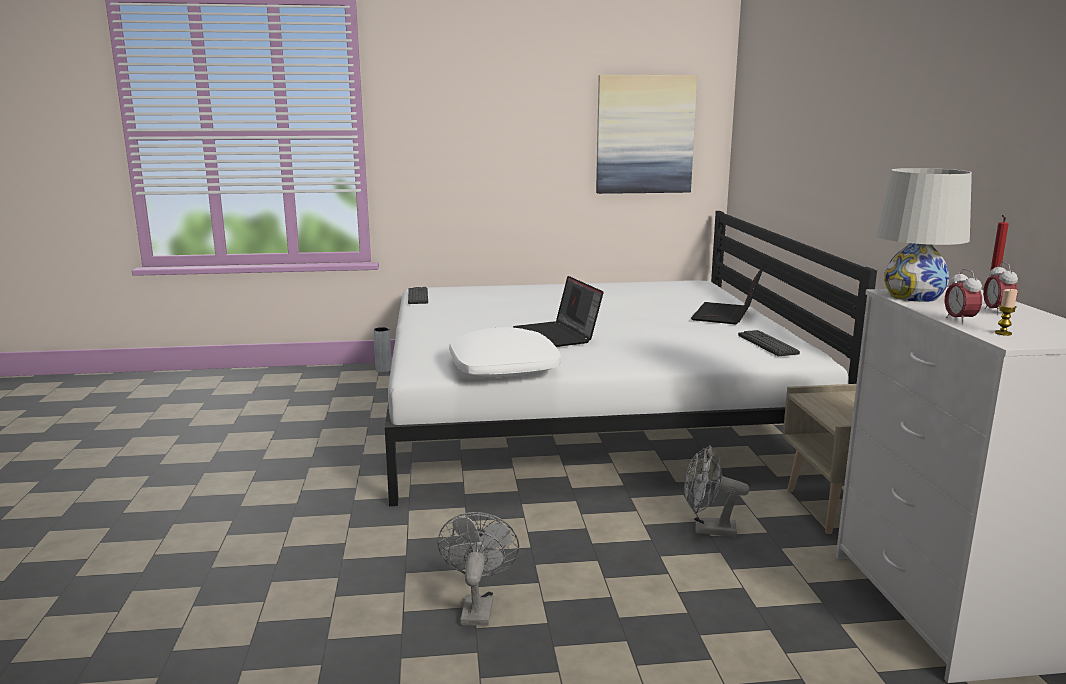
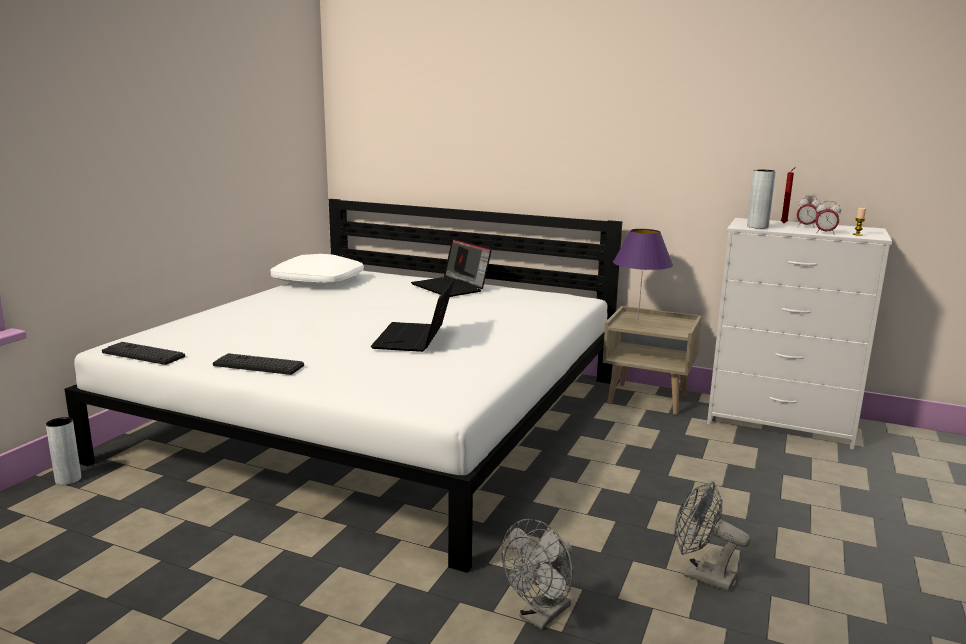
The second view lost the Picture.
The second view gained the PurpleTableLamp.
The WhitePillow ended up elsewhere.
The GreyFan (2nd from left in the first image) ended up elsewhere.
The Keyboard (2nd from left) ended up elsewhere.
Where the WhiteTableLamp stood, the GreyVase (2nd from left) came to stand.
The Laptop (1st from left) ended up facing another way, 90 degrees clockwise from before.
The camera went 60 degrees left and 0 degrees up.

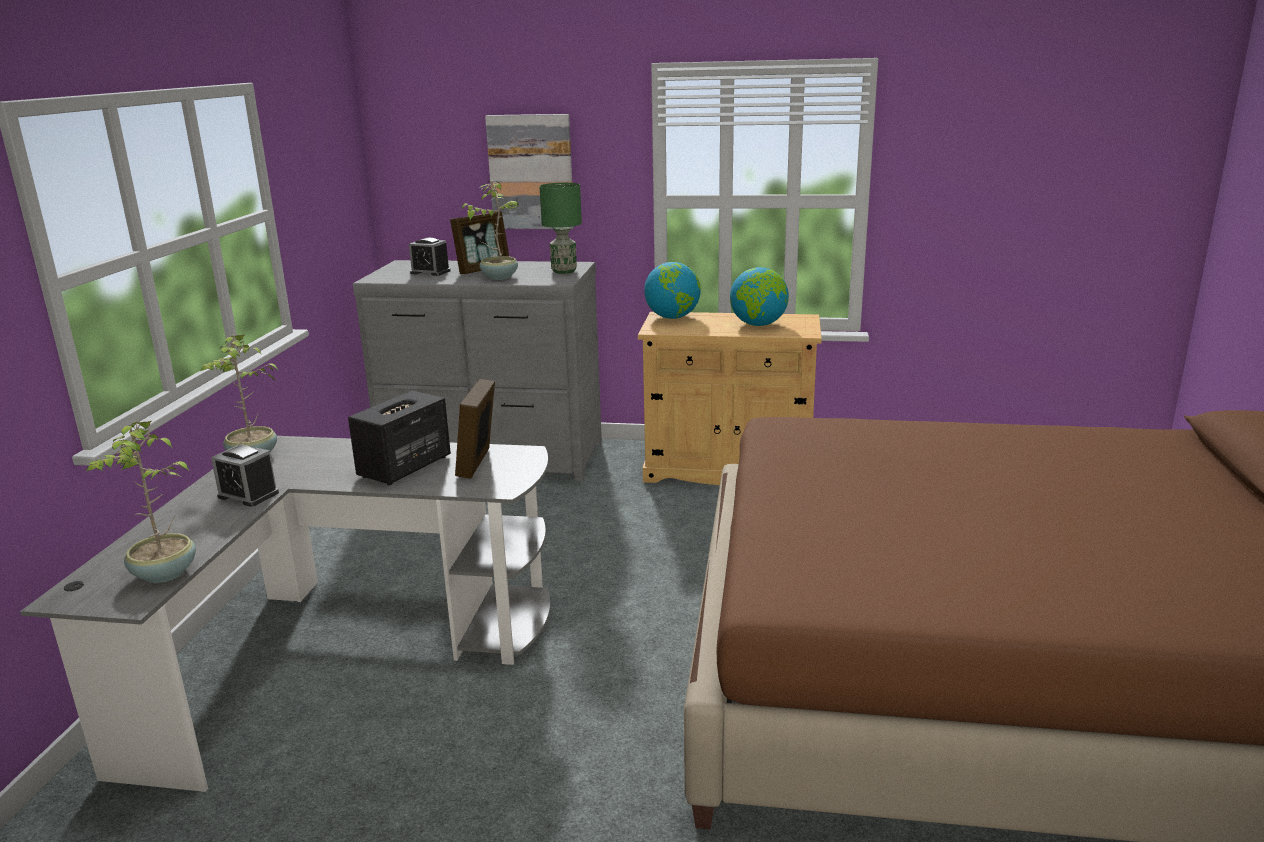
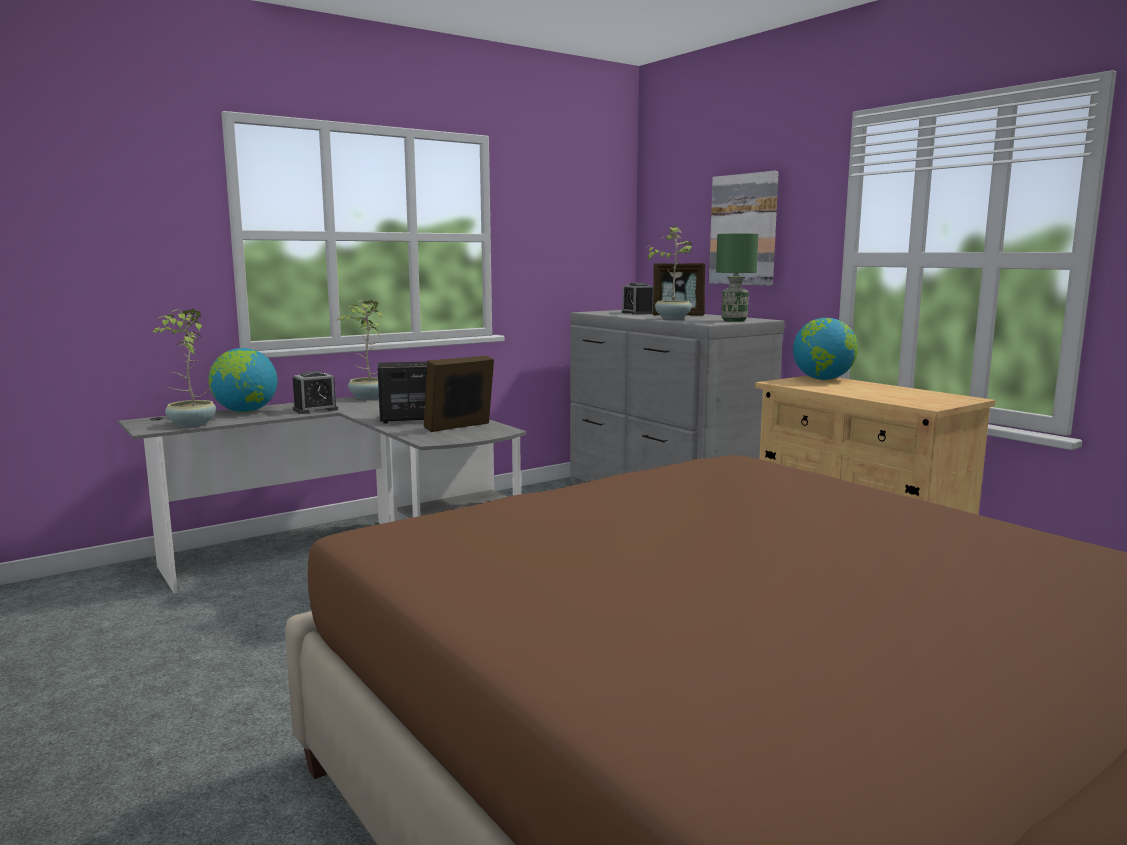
The Globe (2nd from left in the first image) ended up elsewhere.
The AlarmClock (1st from left) ended up facing another way, 105 degrees counterclockwise from before.
The camera went 45 degrees right and 10 degrees down.

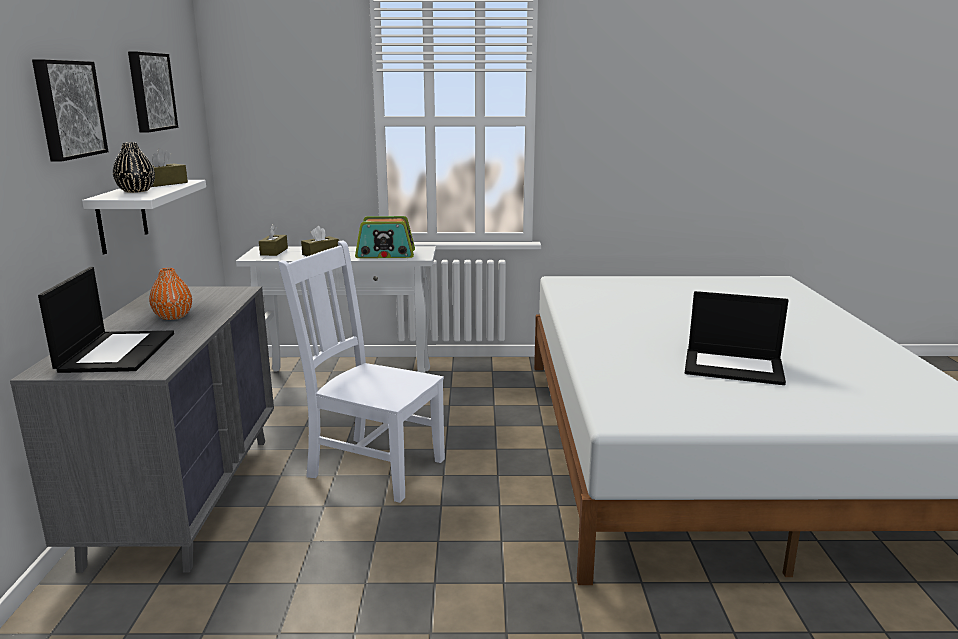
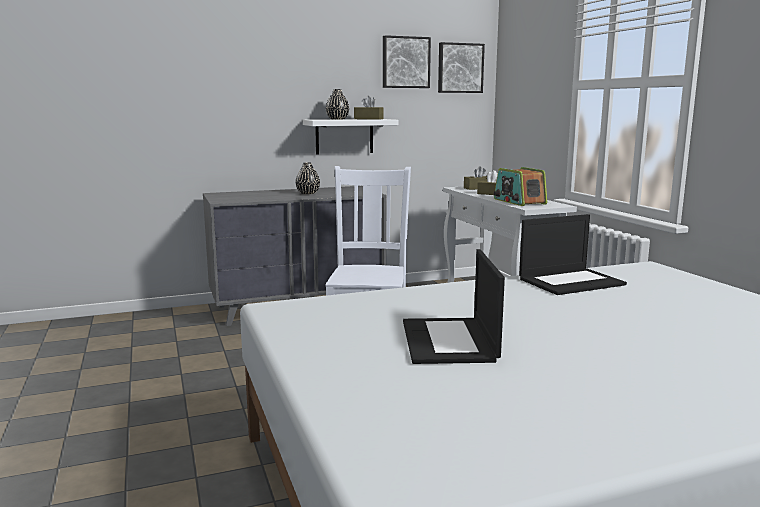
The Picture (1st from left in the first image) ended up elsewhere.
The Laptop (1st from left in the first image) ended up elsewhere.
What was the OrangeVase turned into the BlackVase (1st from left).
The camera went 70 degrees right and 5 degrees down.

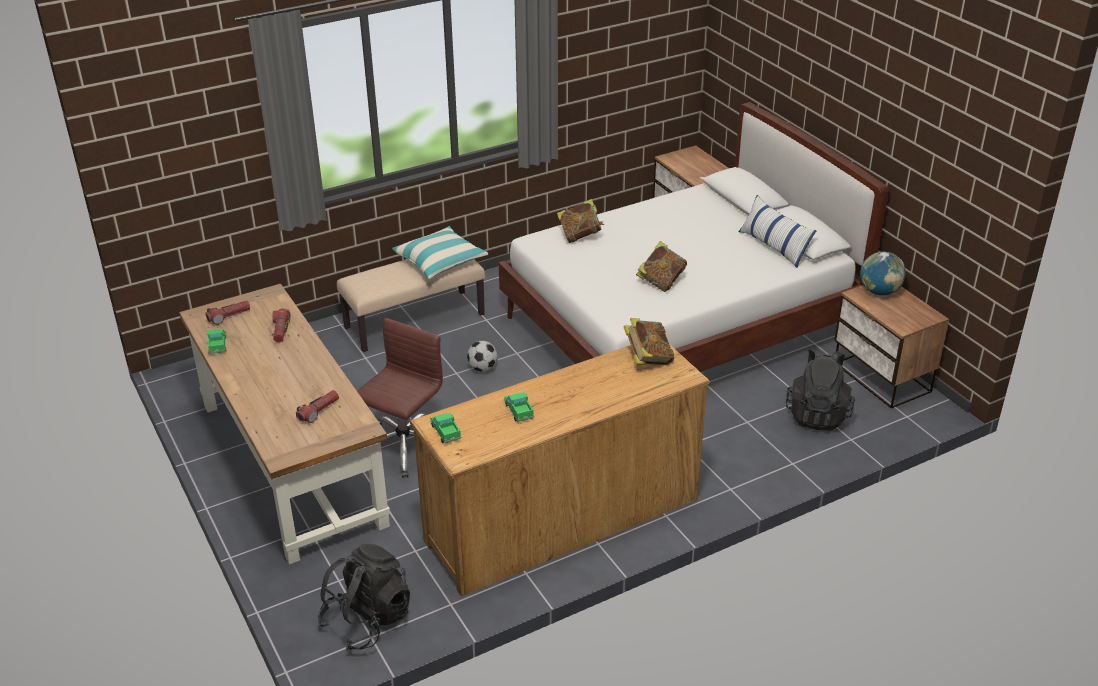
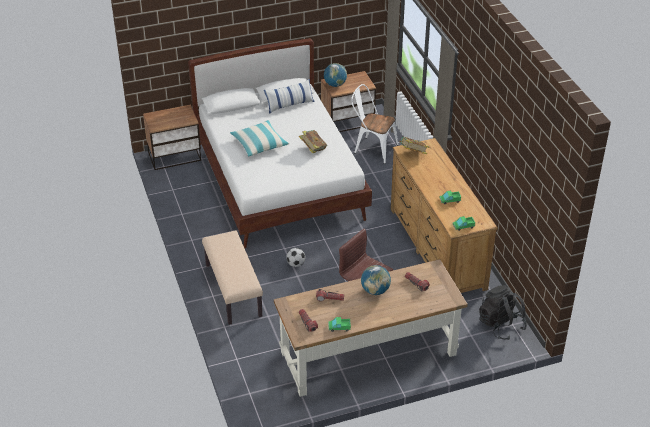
The second view lost the Book (1st from left).
The second view gained the Globe (2nd from left).
The Pillow (1st from left) ended up elsewhere.
Where the BlackBackpack (2nd from left) stood, the WhiteChair came to stand.
The camera went 80 degrees left and 5 degrees up.

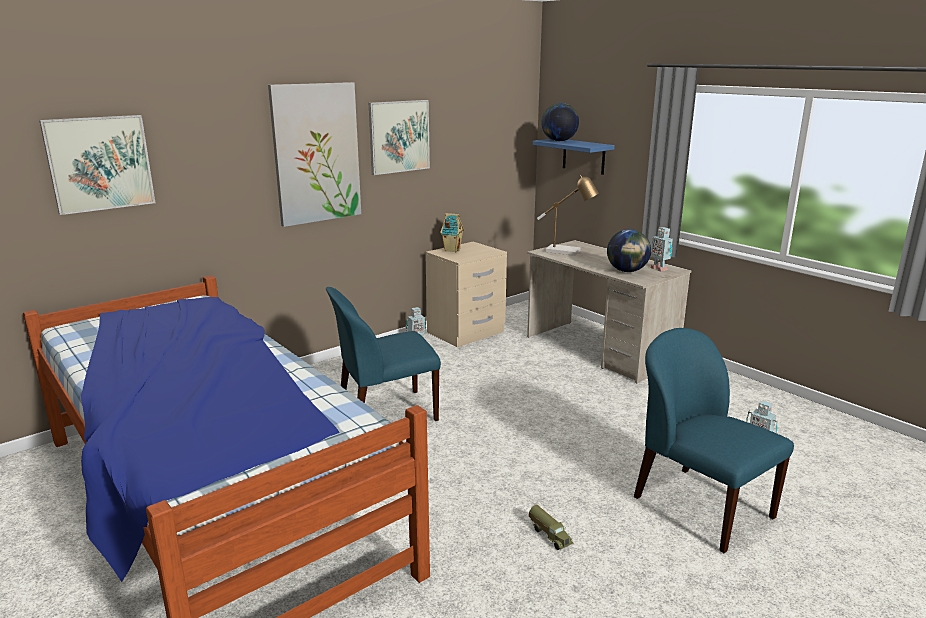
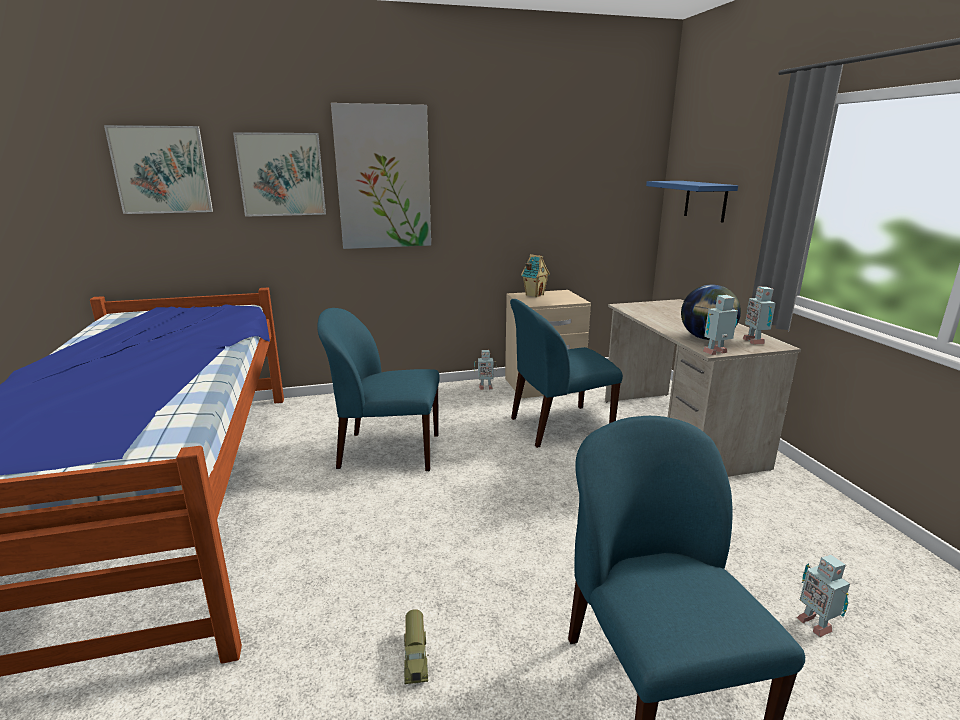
The second view lost the TableLamp.
The second view lost the Globe (1st from left).
The second view gained the BlueChair (2nd from left).
The second view gained the ToyRobot (2nd from left).
The Picture (3rd from left in the first image) ended up elsewhere.
The camera went 25 degrees right and 0 degrees up.

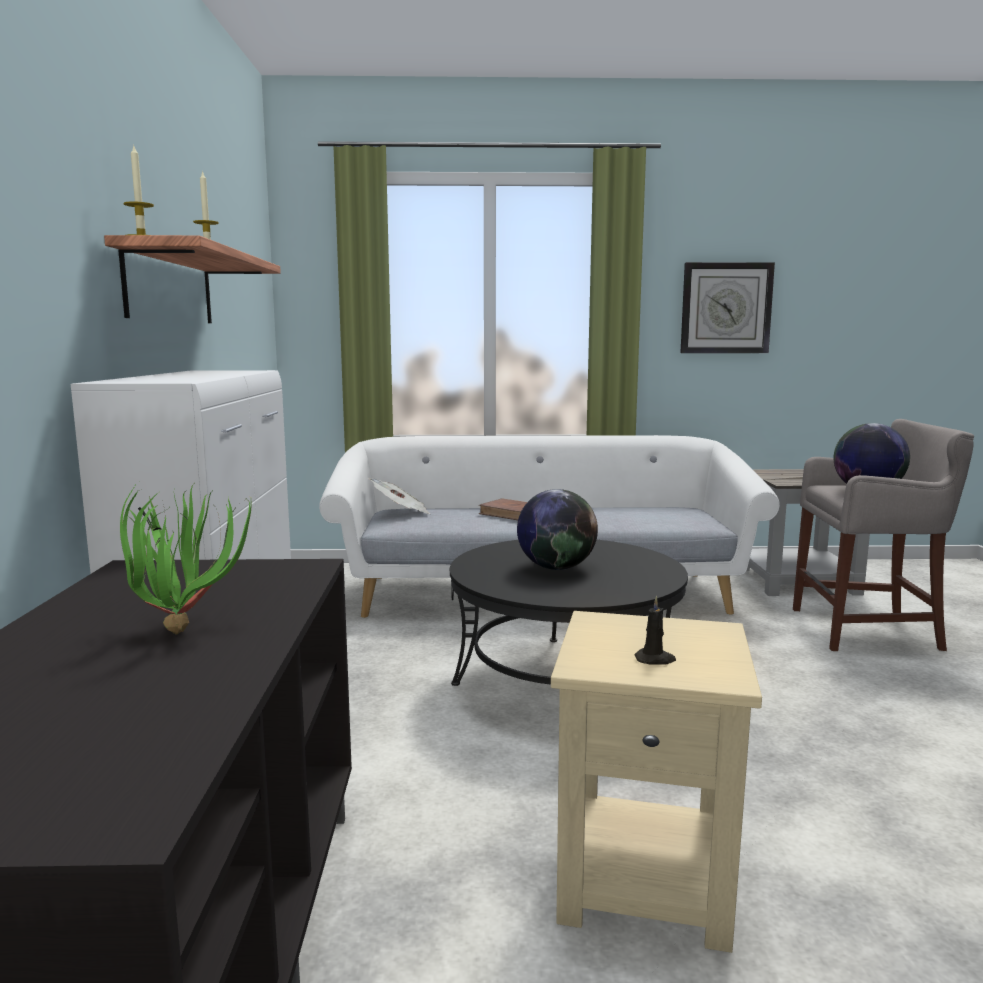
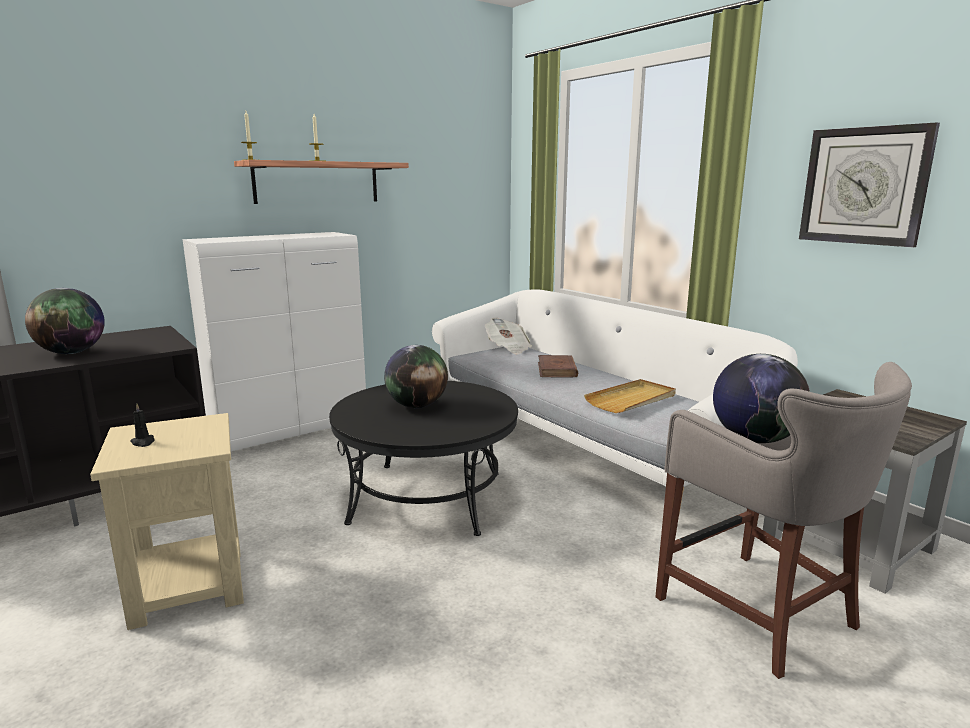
The second view gained the BeigeTray.
Where the PottedPlant stood, the Globe (1st from left) came to stand.
The camera went 55 degrees right and 5 degrees up.

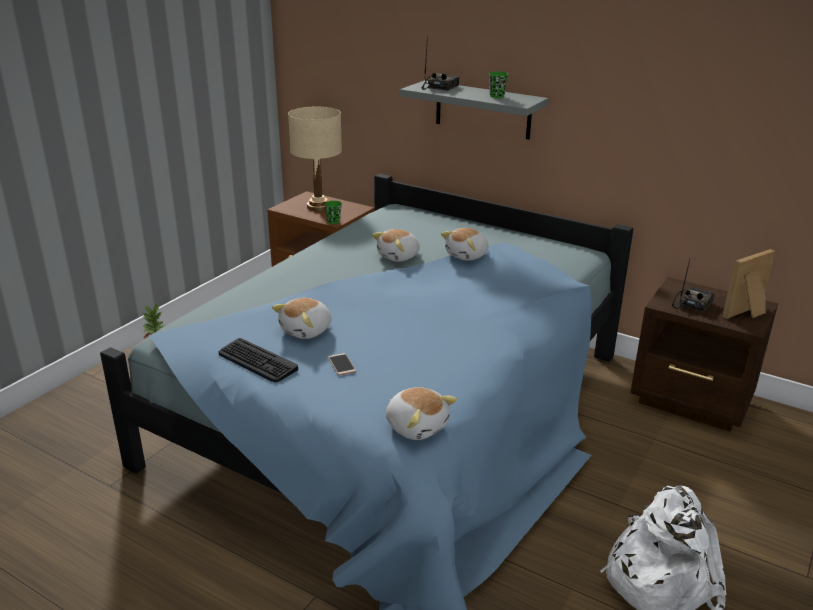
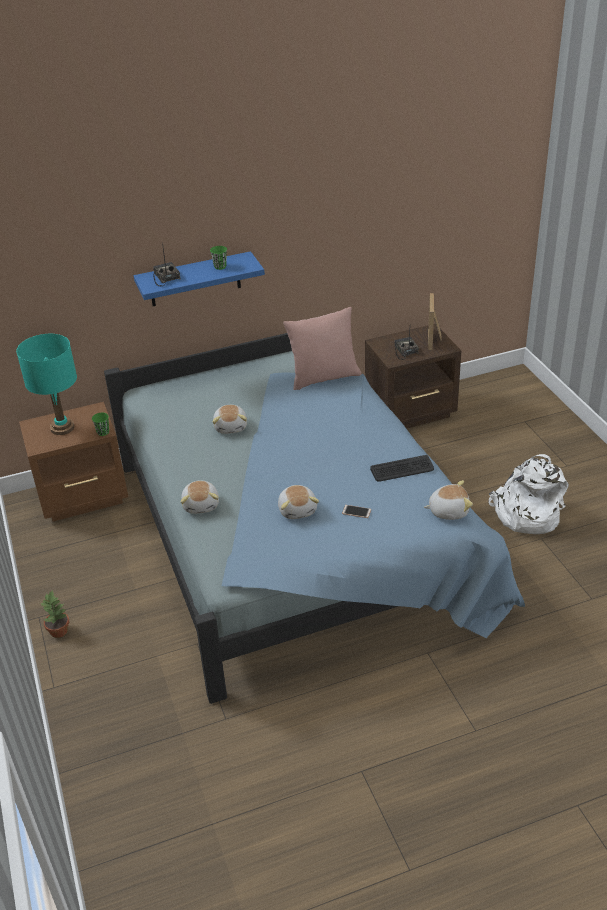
The second view gained the PinkPillow.
The Keyboard ended up elsewhere.
The PlushToy (4th from left in the first image) ended up elsewhere.
What was the BeigeTableLamp turned into the TurquoiseTableLamp.
What was the GreyShelf turned into the BlueShelf.
The camera went 50 degrees left and 10 degrees up.

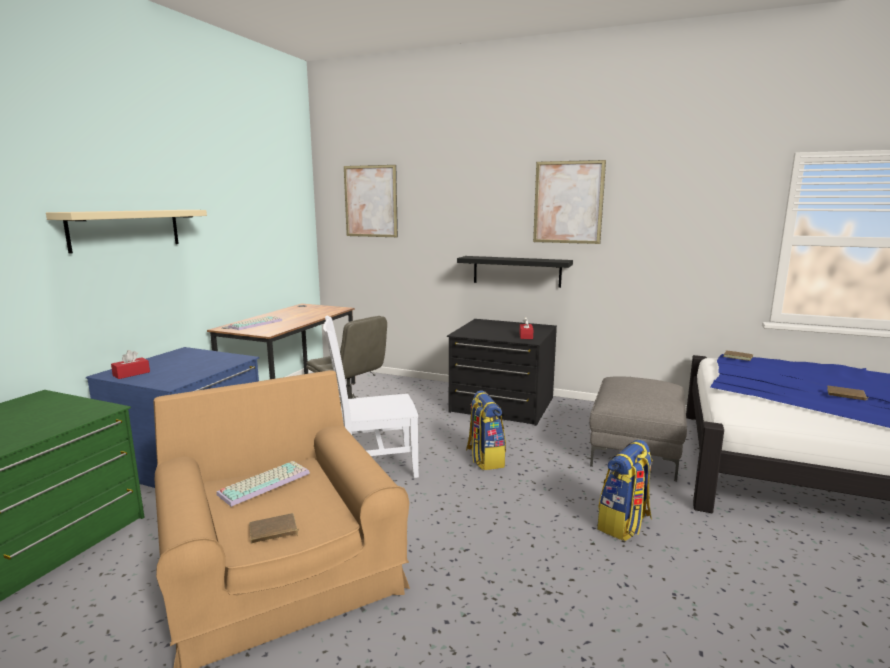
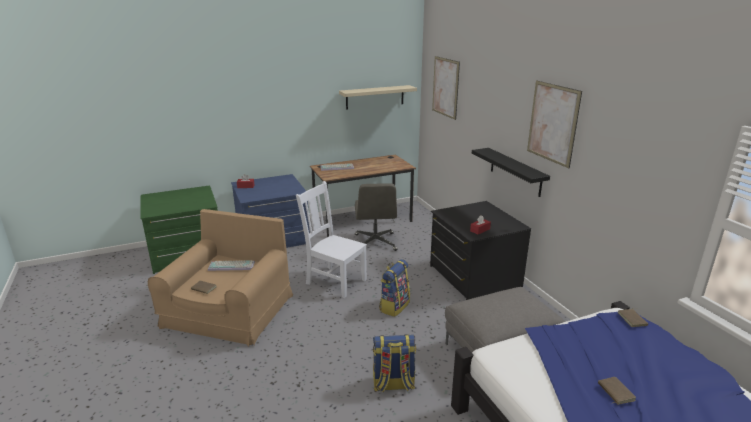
The BeigeShelf ended up elsewhere.
The camera went 45 degrees right and 10 degrees up.

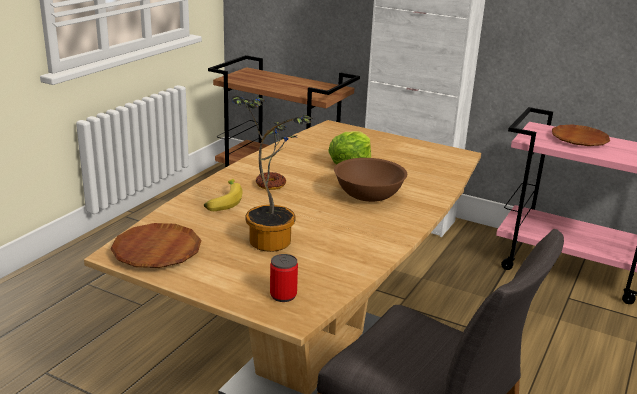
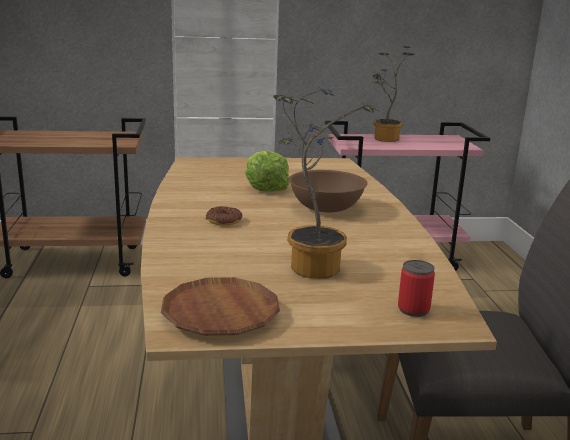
The second view lost the Banana.
Where the BrownPlate (2nd from left) stood, the PottedPlant (2nd from left) came to stand.
The camera went 35 degrees left and 5 degrees down.

